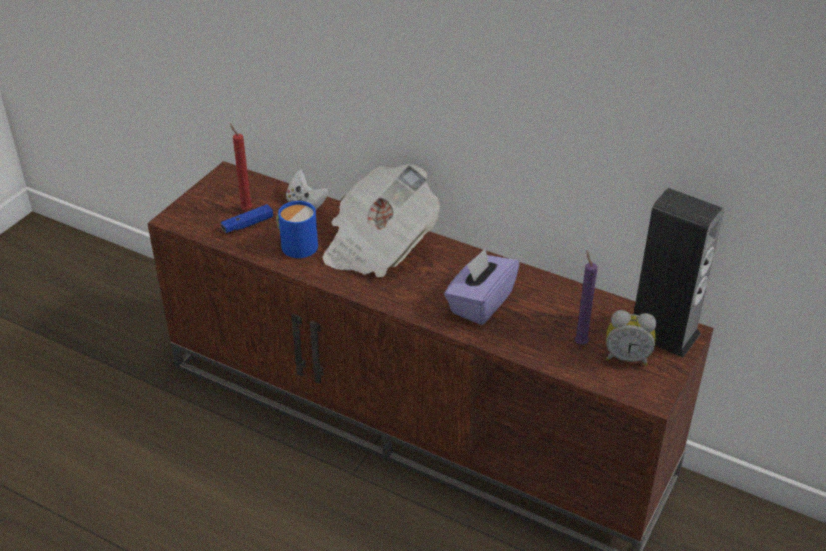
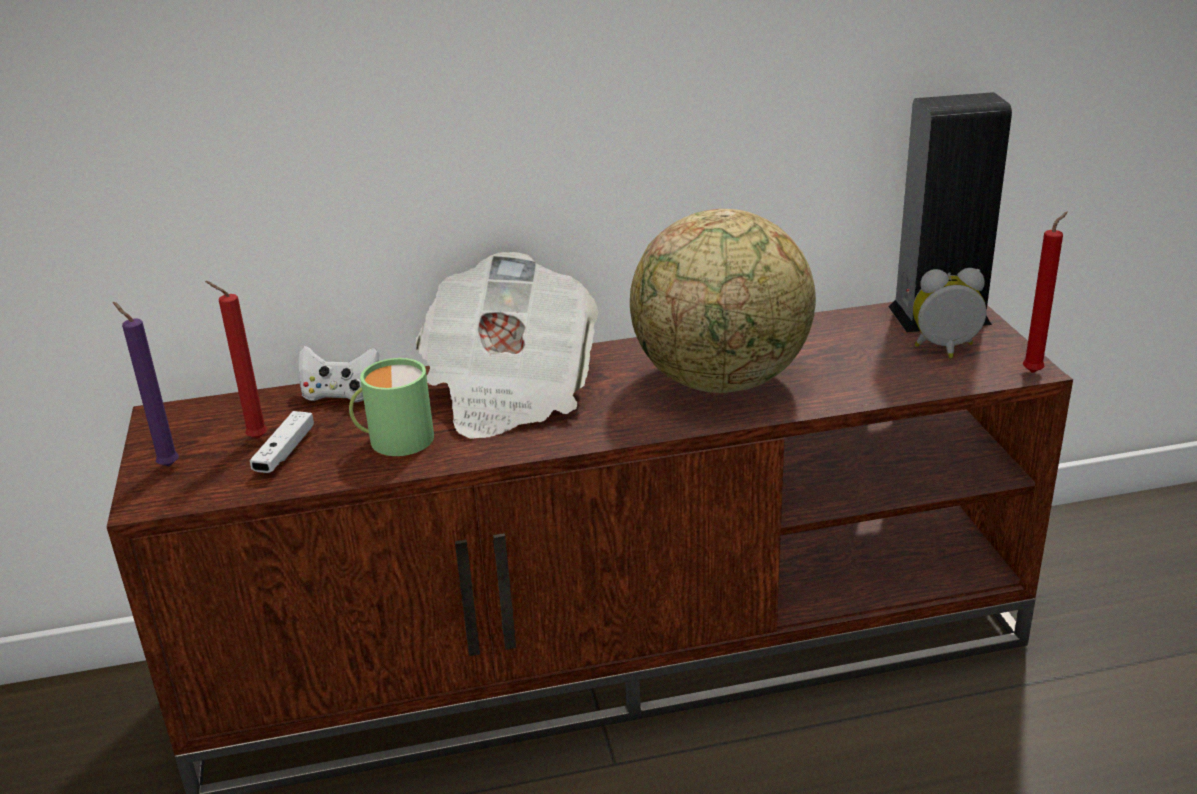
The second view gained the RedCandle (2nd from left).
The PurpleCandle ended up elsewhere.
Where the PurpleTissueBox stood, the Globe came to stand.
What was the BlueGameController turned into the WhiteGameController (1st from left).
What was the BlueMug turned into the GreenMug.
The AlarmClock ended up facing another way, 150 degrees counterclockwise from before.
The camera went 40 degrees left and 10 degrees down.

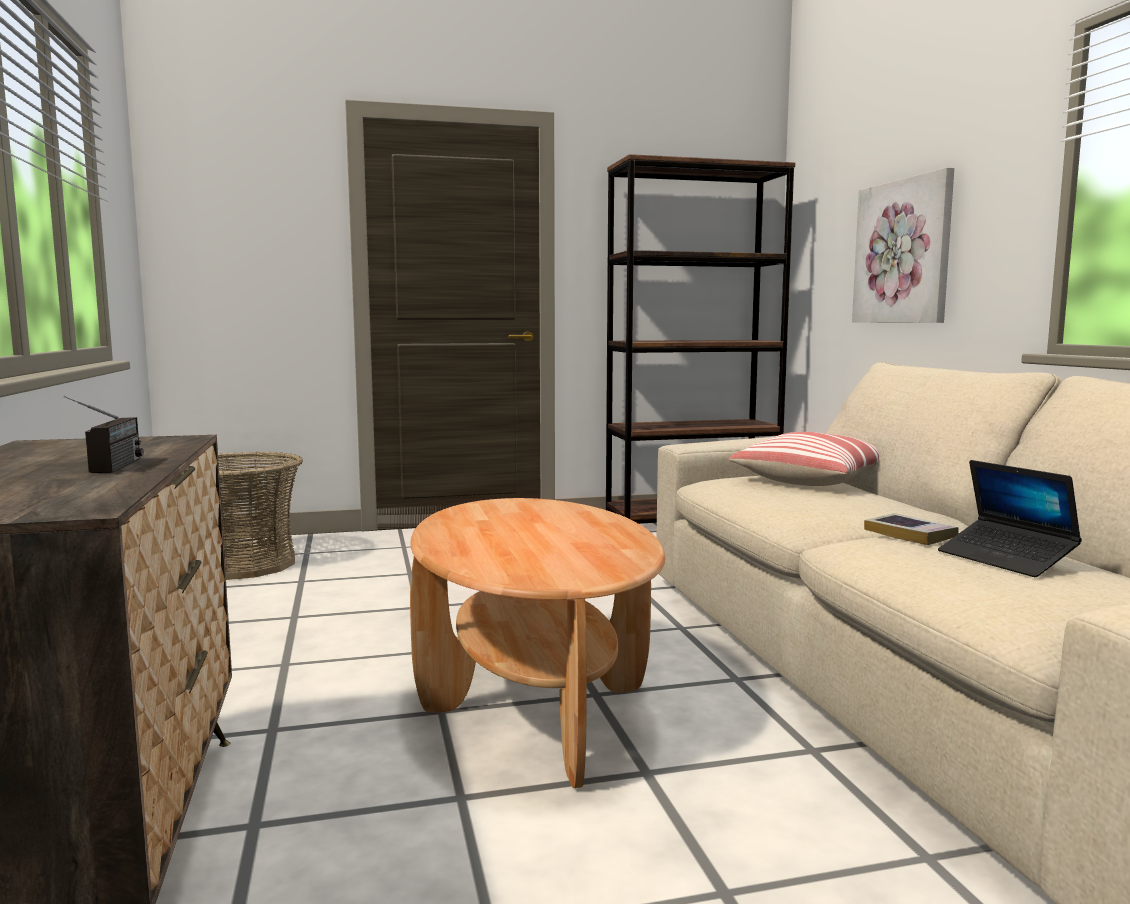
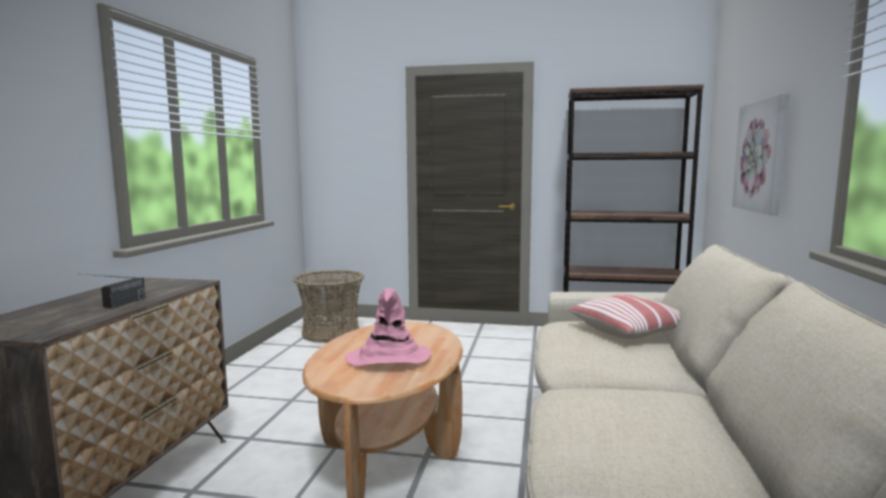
The second view lost the Book.
The second view lost the Laptop.
The second view gained the PinkHat.
The camera went 25 degrees right and 0 degrees up.

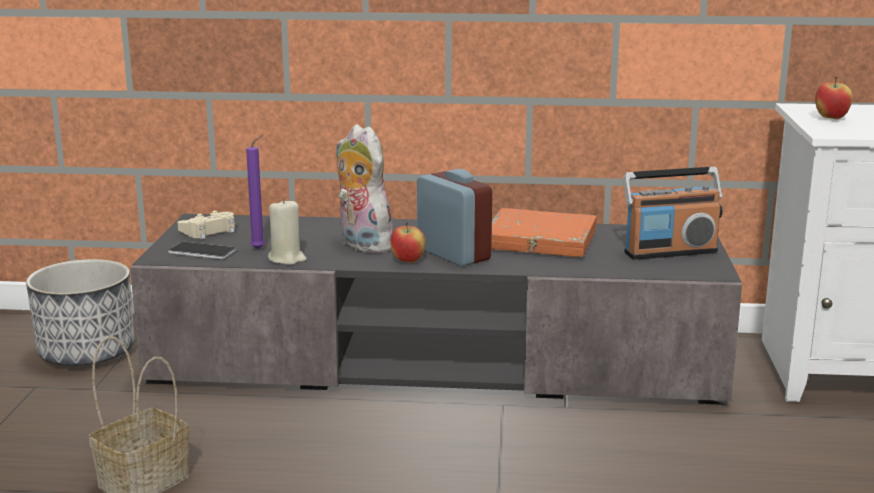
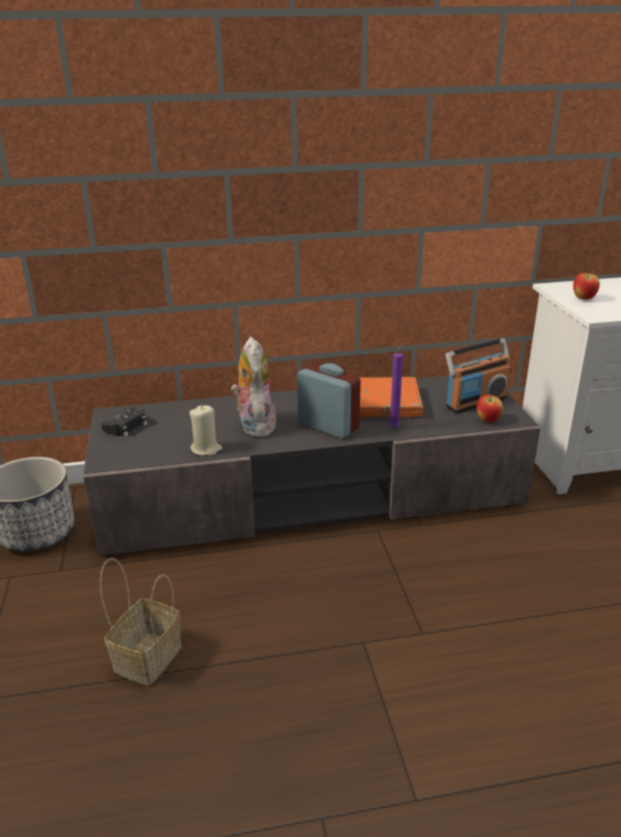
The second view lost the Phone.
The PurpleCandle ended up elsewhere.
The Apple (1st from left) ended up elsewhere.
What was the BeigeGameController turned into the BlackGameController.
The PlushToy ended up facing another way, 45 degrees clockwise from before.
The camera went 15 degrees left and 10 degrees up.

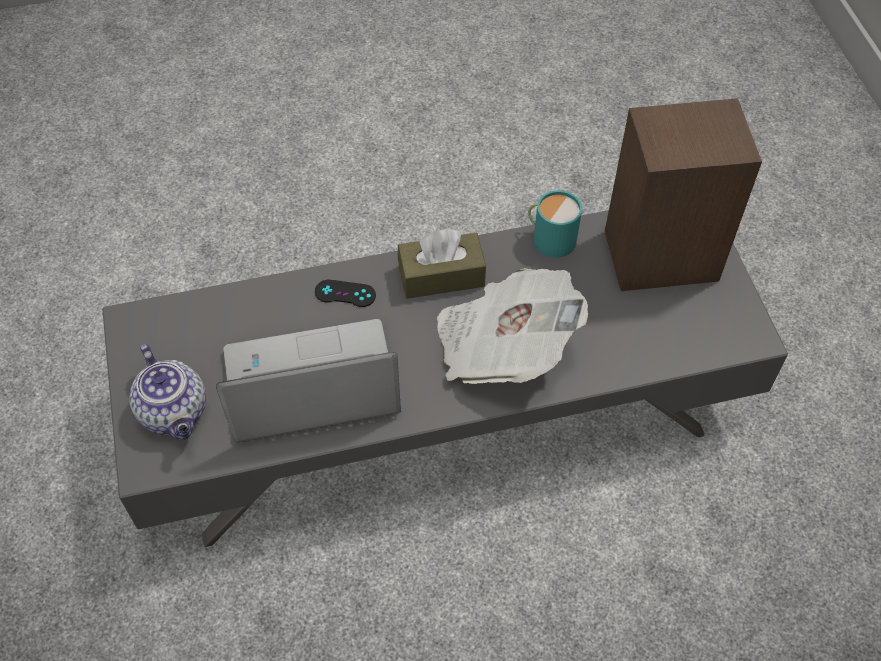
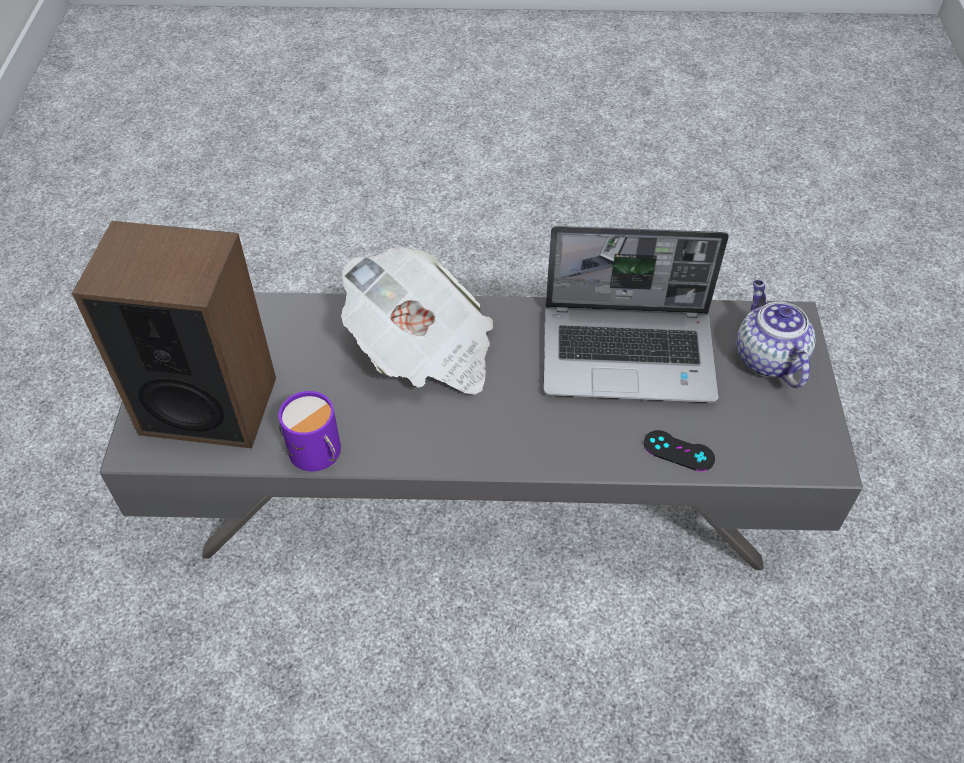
The second view lost the BrownTissueBox.
The BlackGameController ended up elsewhere.
What was the TurquoiseMug turned into the PurpleMug.
The camera went 165 degrees left and 5 degrees down.

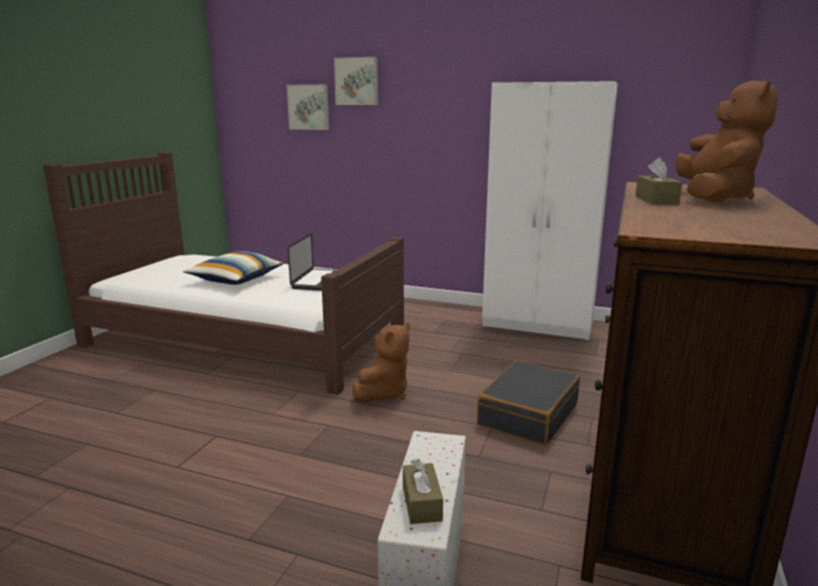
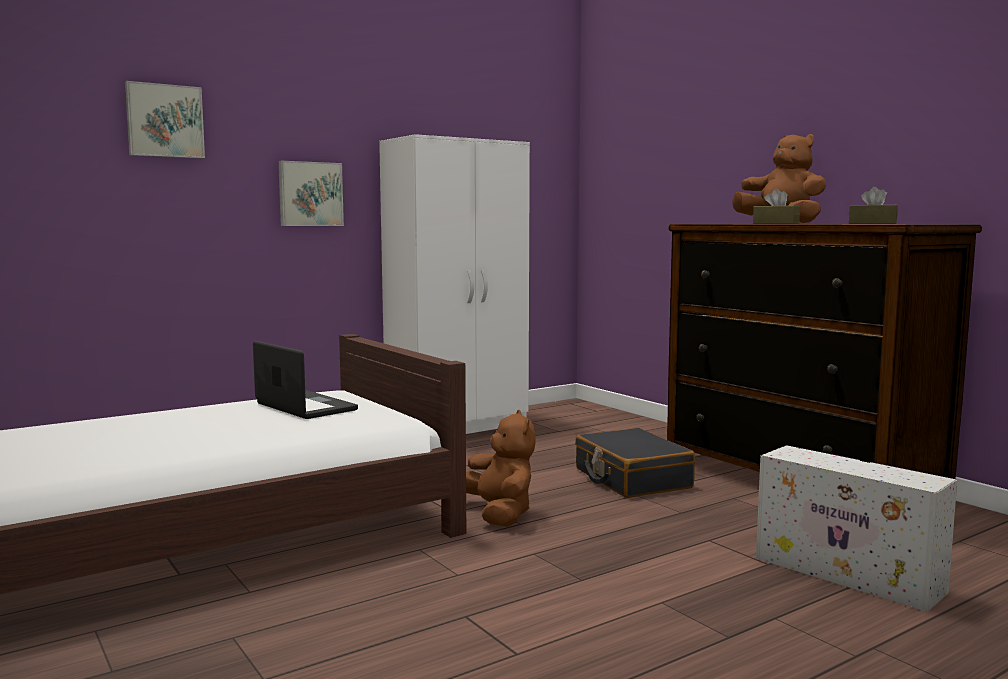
The second view lost the Pillow.
The Picture (1st from left in the first image) ended up elsewhere.
The BrownTissueBox (1st from left in the first image) ended up elsewhere.
The camera went 55 degrees left and 10 degrees down.

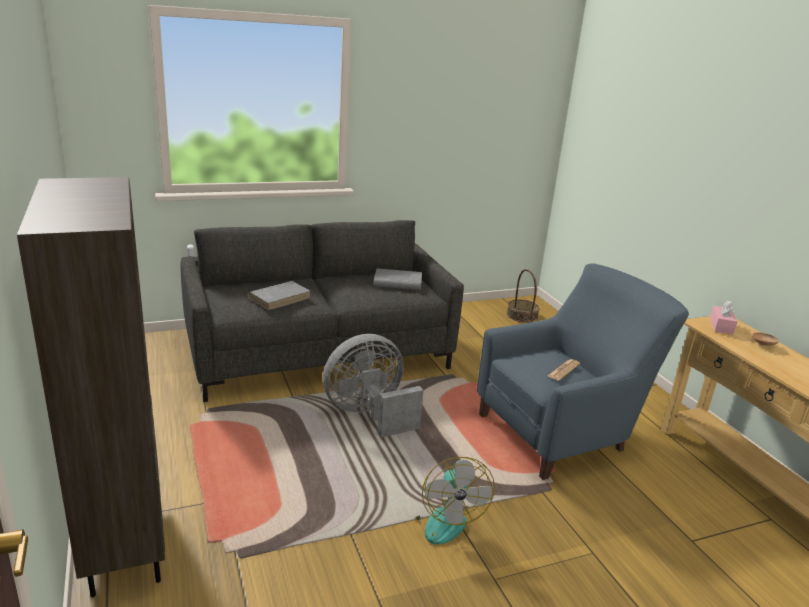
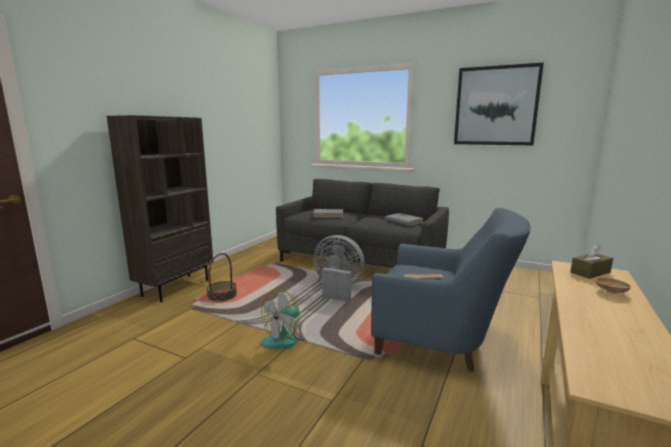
The second view gained the Picture.
The Basket ended up elsewhere.
What was the PinkTissueBox turned into the BrownTissueBox.
The camera went 50 degrees right and 10 degrees down.

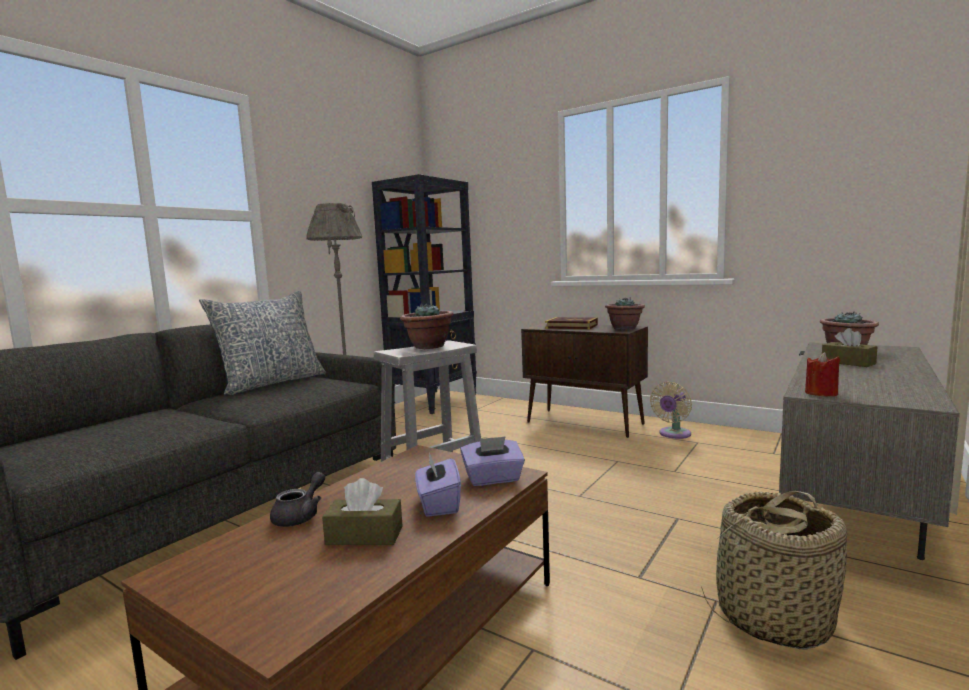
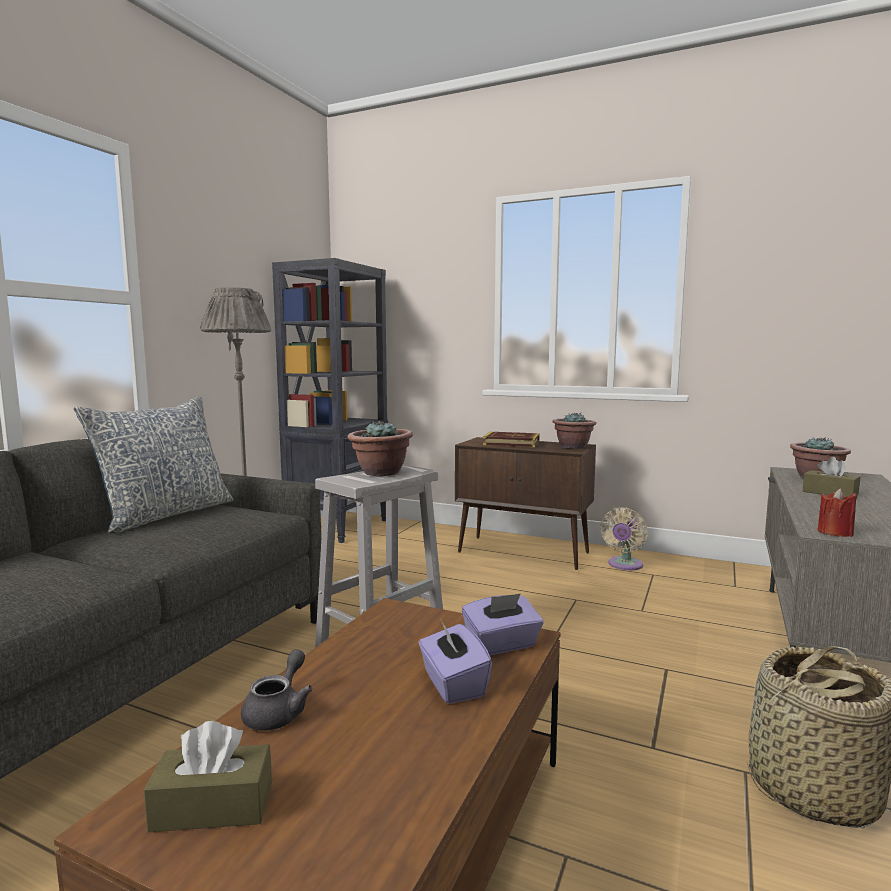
The BrownTissueBox (1st from left) ended up elsewhere.
The camera went 10 degrees left and 0 degrees up.

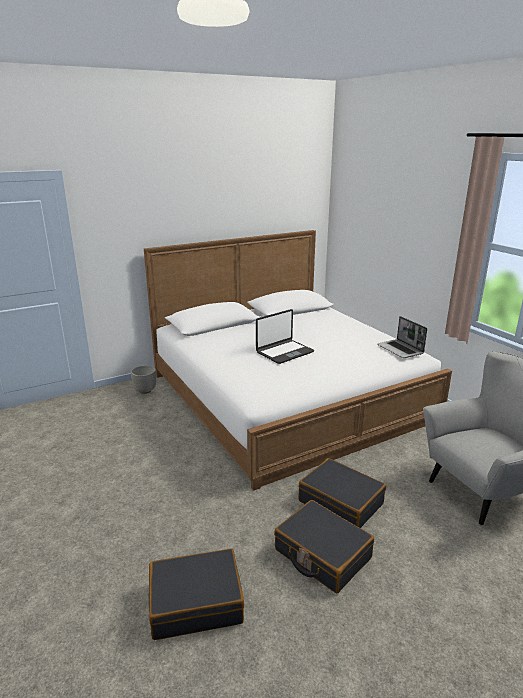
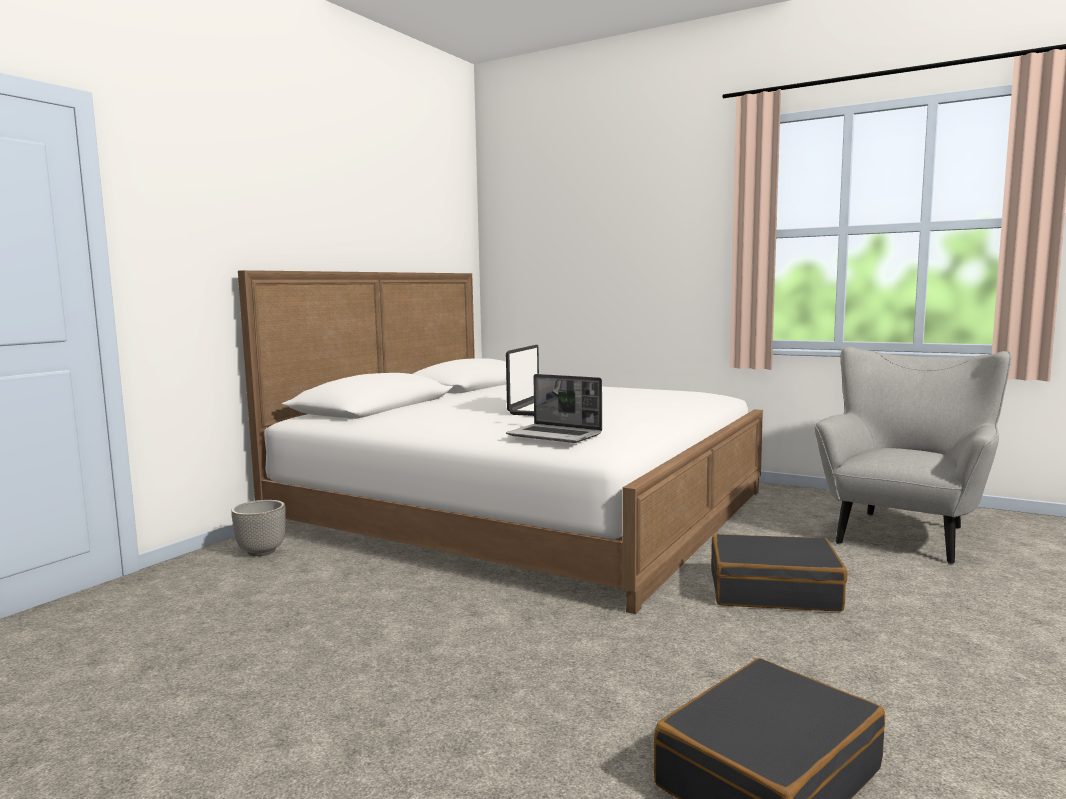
The second view lost the BlackSuitcase (2nd from left).
The Laptop (2nd from left) ended up elsewhere.
The camera went 30 degrees left and 15 degrees down.

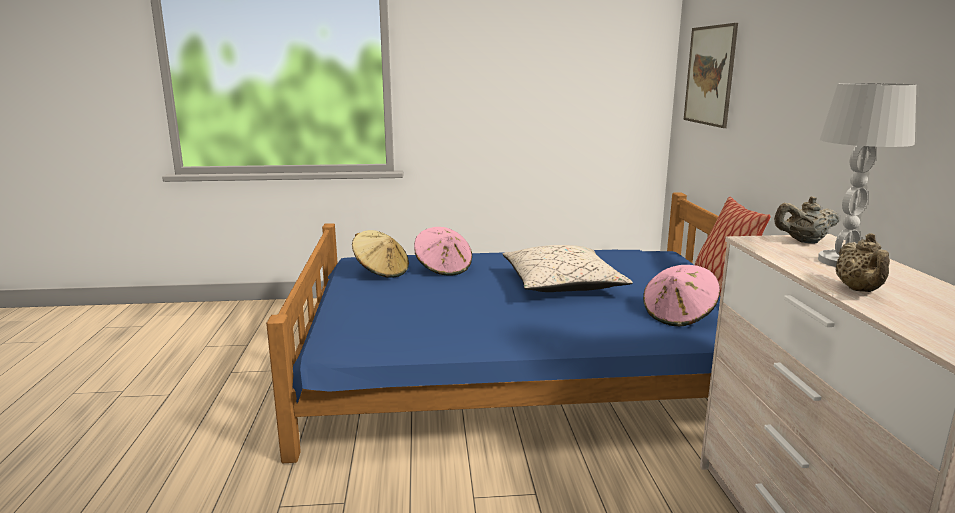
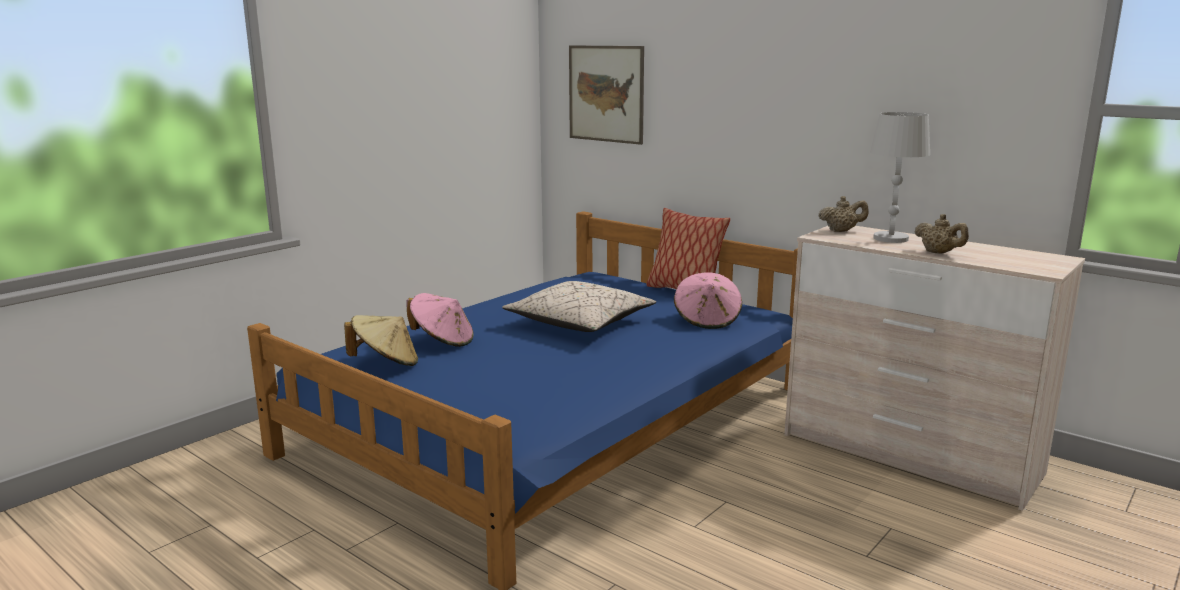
The BeigeTeapot (1st from left) ended up facing another way, 135 degrees counterclockwise from before.
The camera went 45 degrees left and 0 degrees up.

